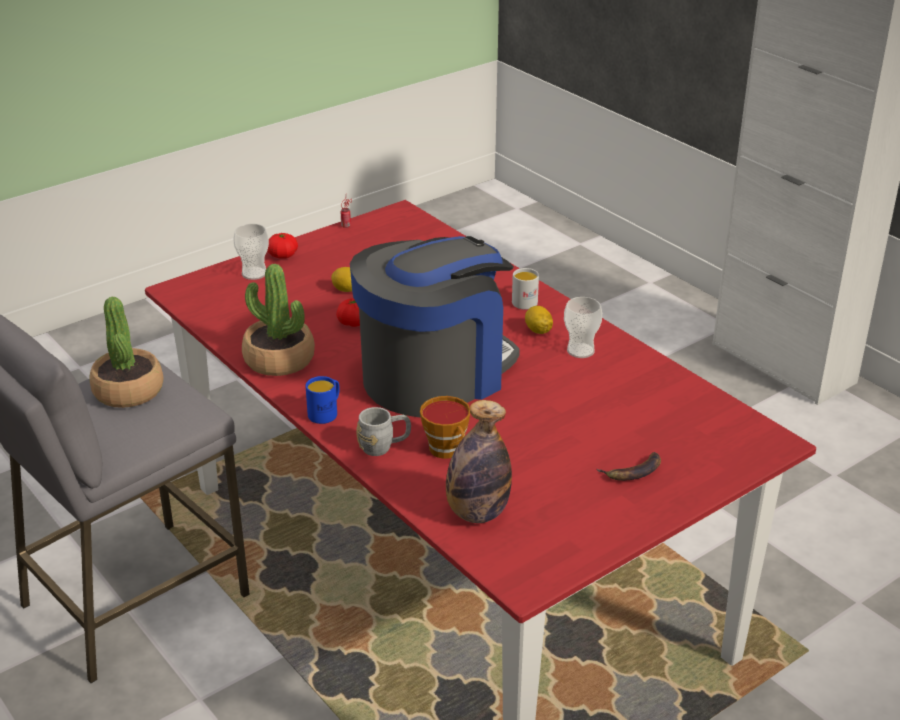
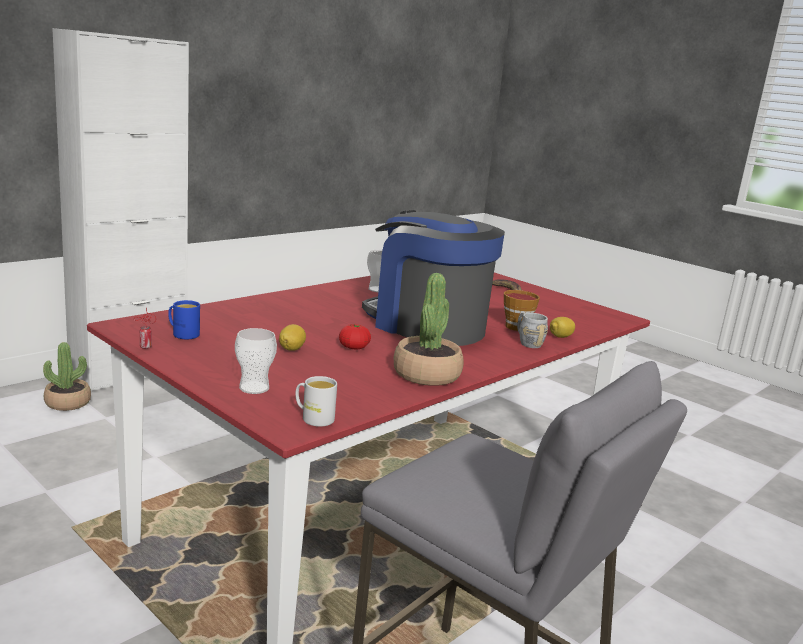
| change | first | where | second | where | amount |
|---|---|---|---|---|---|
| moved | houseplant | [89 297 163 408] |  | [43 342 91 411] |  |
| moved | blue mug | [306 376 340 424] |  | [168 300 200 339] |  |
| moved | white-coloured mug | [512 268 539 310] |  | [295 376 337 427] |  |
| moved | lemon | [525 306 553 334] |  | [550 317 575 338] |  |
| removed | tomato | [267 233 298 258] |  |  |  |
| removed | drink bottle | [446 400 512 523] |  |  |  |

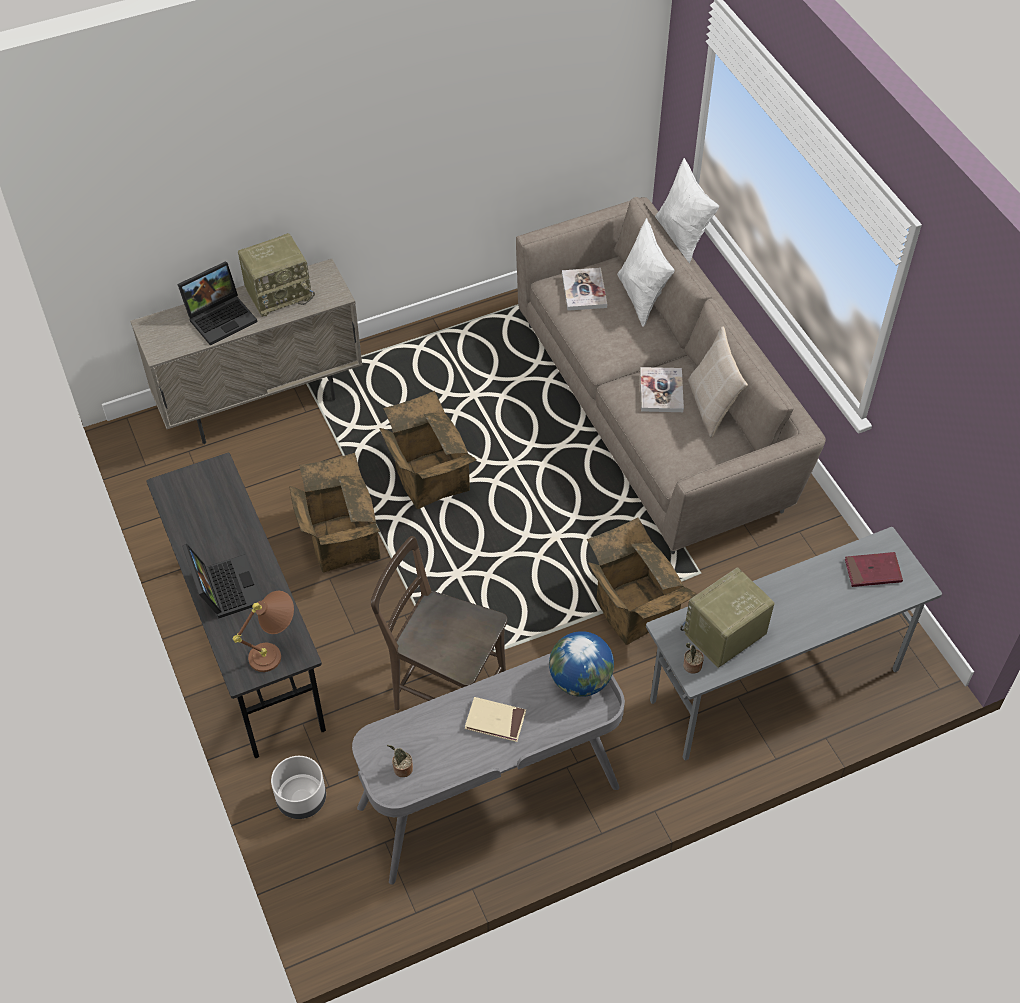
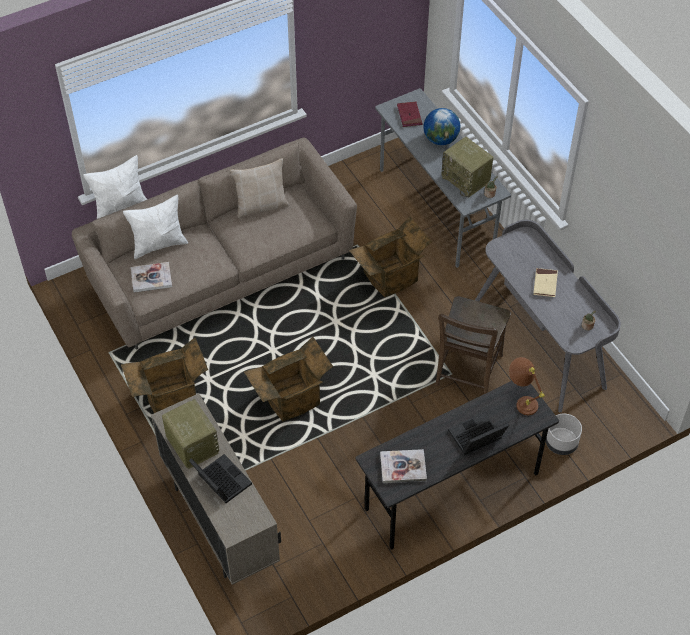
| change | first | where | second | where | amount |
|---|---|---|---|---|---|
| moved | packing box | [289 453 381 572] |  | [121 338 208 413] |  |
| moved | book | [640 367 684 412] |  | [380 449 427 483] |  |
| moved | world globe | [549 631 614 697] |  | [424 108 460 145] |  |

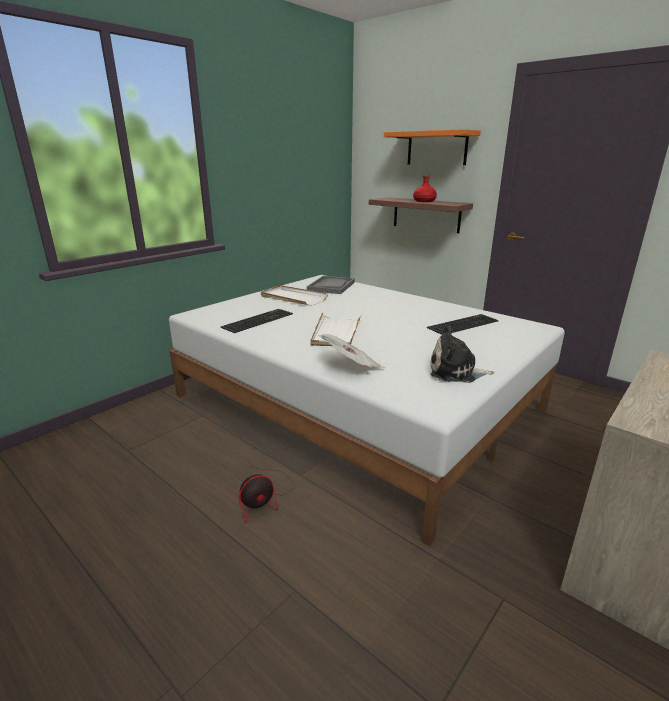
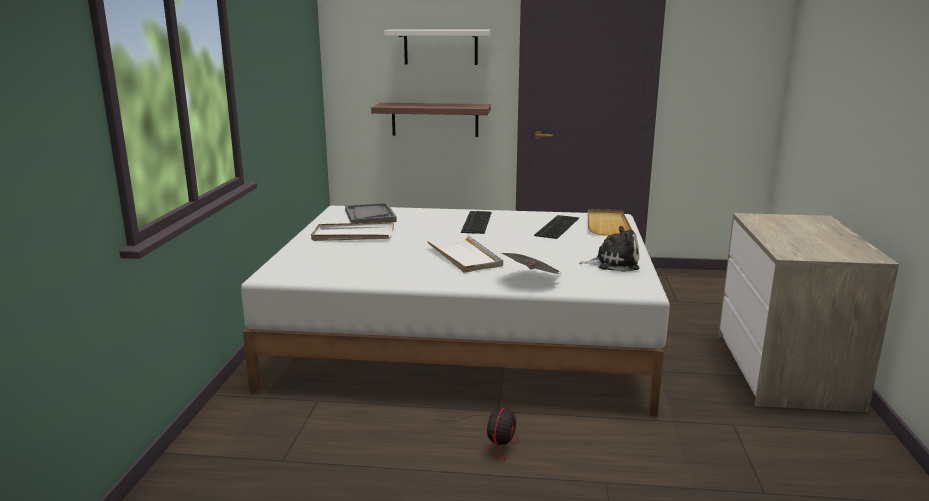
| change | first | where | second | where | amount |
|---|---|---|---|---|---|
| recoloured | orange-coloured wall shelf | [384 129 481 165] | white-coloured wall shelf | [384 29 491 65] |  |
| moved | keyboard | [220 309 293 333] |  | [461 211 492 234] |  |
| turned | plush toy | [431 326 495 383] |  | [579 226 639 272] | 150 degrees counterclockwise |
| added |  |  | beige-coloured tray | [588 209 632 236] |  |
| removed | red-coloured drink bottle | [413 175 437 202] |  |  |  |

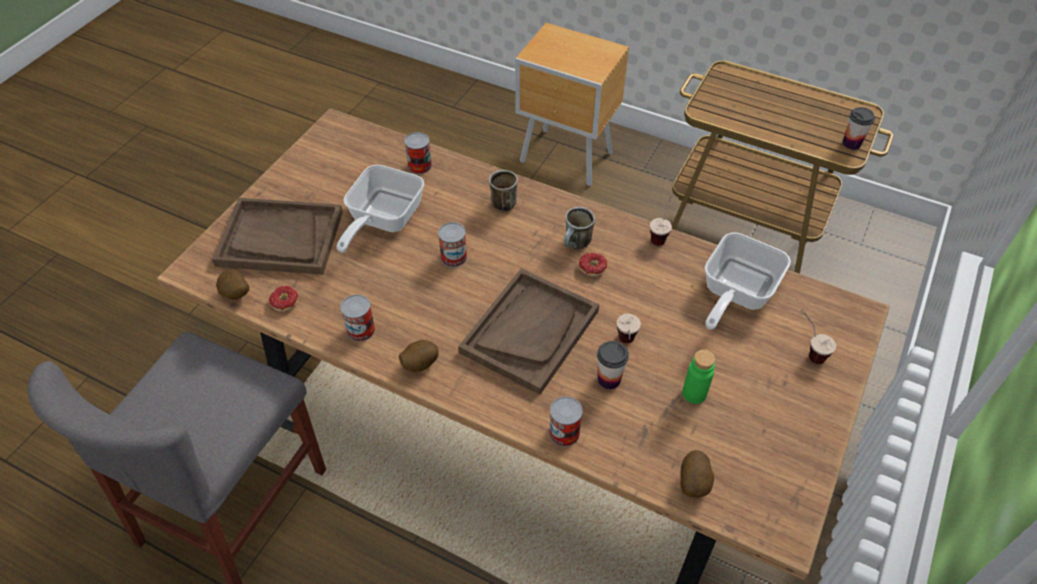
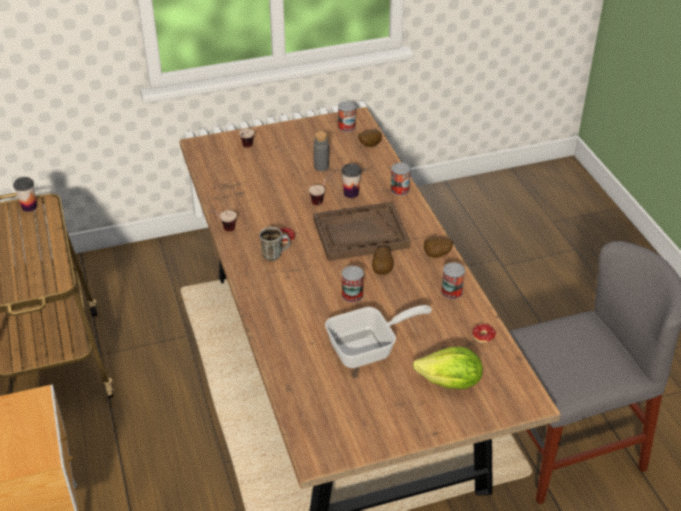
| change | first | where | second | where | amount |
|---|---|---|---|---|---|
| recoloured | green-coloured drink bottle | [682 349 715 404] | gray drink bottle | [314 131 329 171] |  |
| moved | sealed can | [404 132 432 174] |  | [338 101 356 132] |  |
| moved | potato | [216 269 249 300] |  | [372 247 394 275] |  |
| replaced | brownish tray | [212 198 343 275] | lettuce | [413 347 483 389] |  |
| removed | mug | [489 170 518 212] |  |  |  |
| removed | frying pan | [705 233 791 330] |  |  |  |

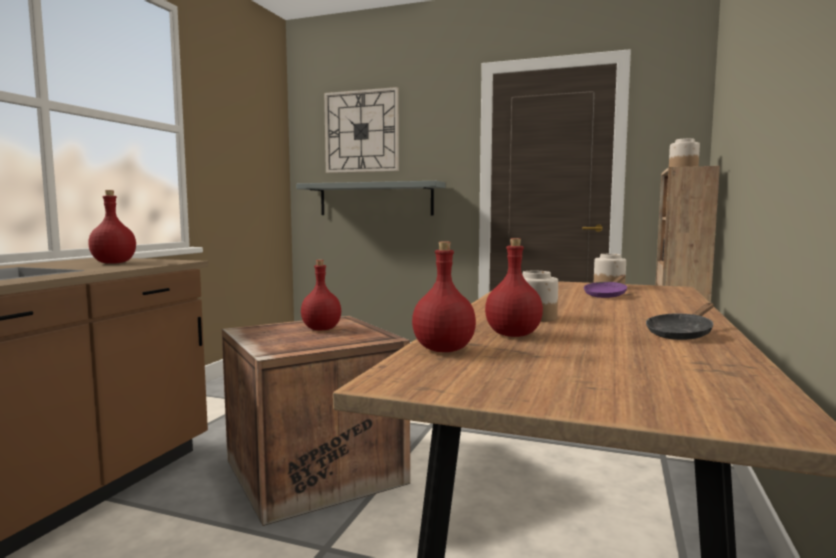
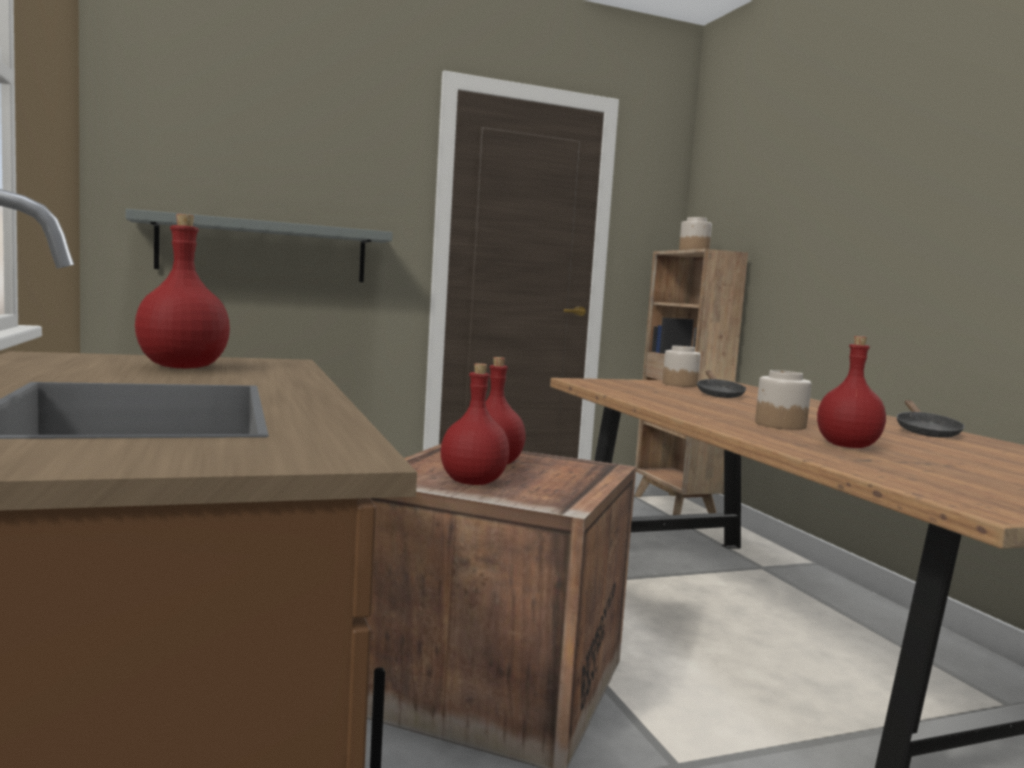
| change | first | where | second | where | amount |
|---|---|---|---|---|---|
| moved | red-coloured drink bottle | [412 241 476 352] |  | [441 363 509 485] |  |
| recoloured | purplish frying pan | [584 275 627 298] | black frying pan | [697 370 746 398] |  |
| removed | clock on the wall | [324 87 399 173] |  |  |  |

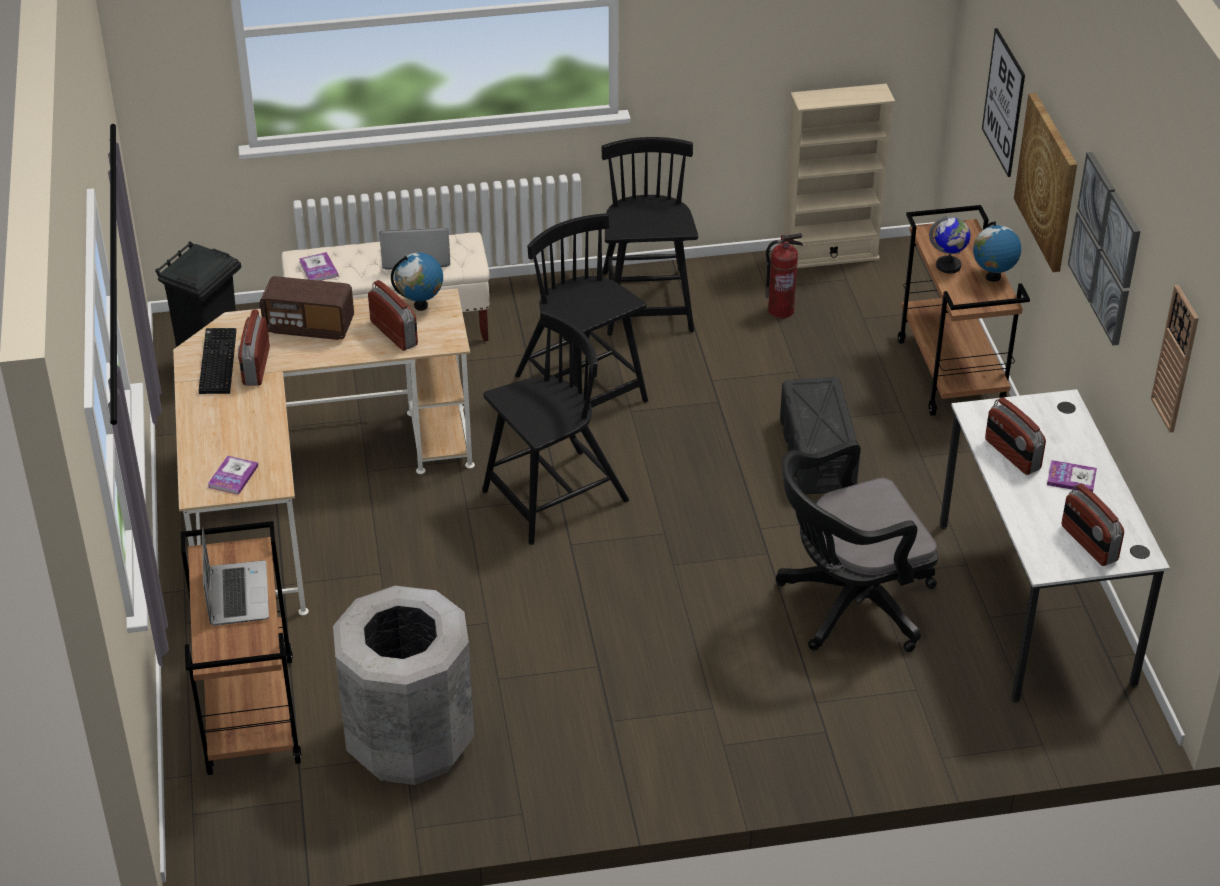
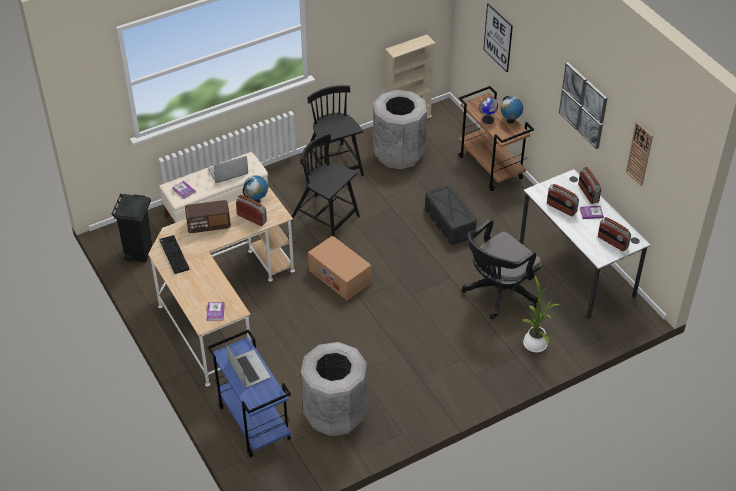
| change | first | where | second | where | amount |
|---|---|---|---|---|---|
| recoloured | brownish trolley | [181 521 301 775] | blue trolley | [207 329 291 458] |  |
| replaced | black upright chair | [482 310 629 545] | packing box | [308 236 372 301] |  |
| replaced | extinguisher | [765 233 803 319] | gray trash can | [373 90 427 169] |  |
| added |  |  | houseplant | [522 275 560 352] |  |
| moved | radio | [238 310 270 386] |  | [578 167 601 204] |  |
| removed | picture | [1014 93 1077 272] |  |  |  |

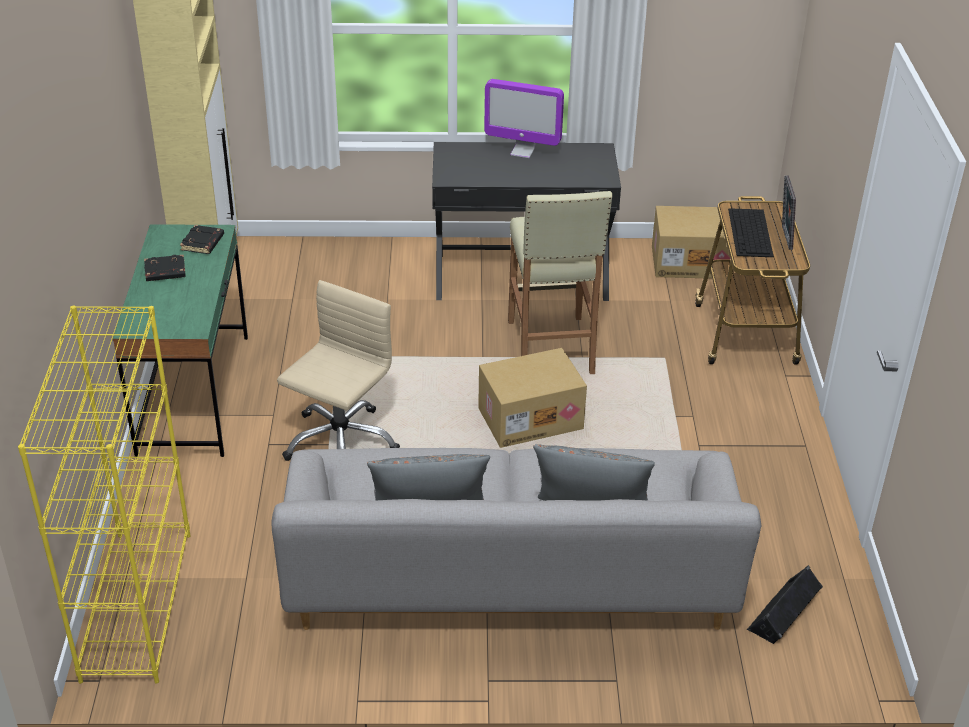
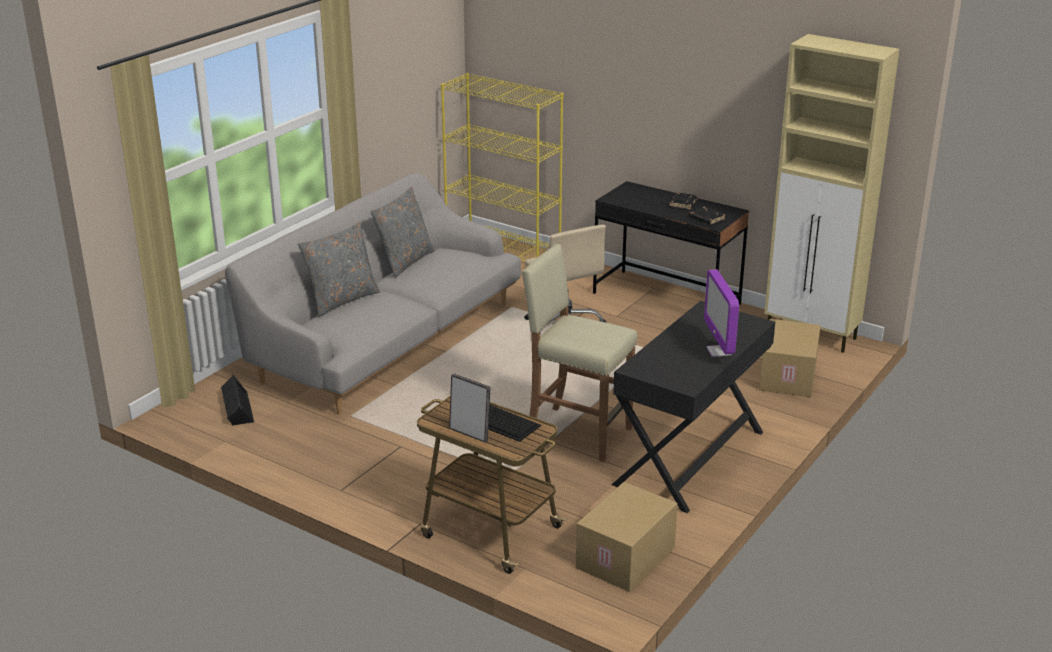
| change | first | where | second | where | amount |
|---|---|---|---|---|---|
| recoloured | green-coloured desk table | [113 224 248 457] | black desk table | [593 181 749 305] |  |
| turned | monitor | [484 79 564 158] |  | [704 269 739 357] | 60 degrees counterclockwise |
| moved | packing box | [478 348 587 448] |  | [759 319 821 397] |  |

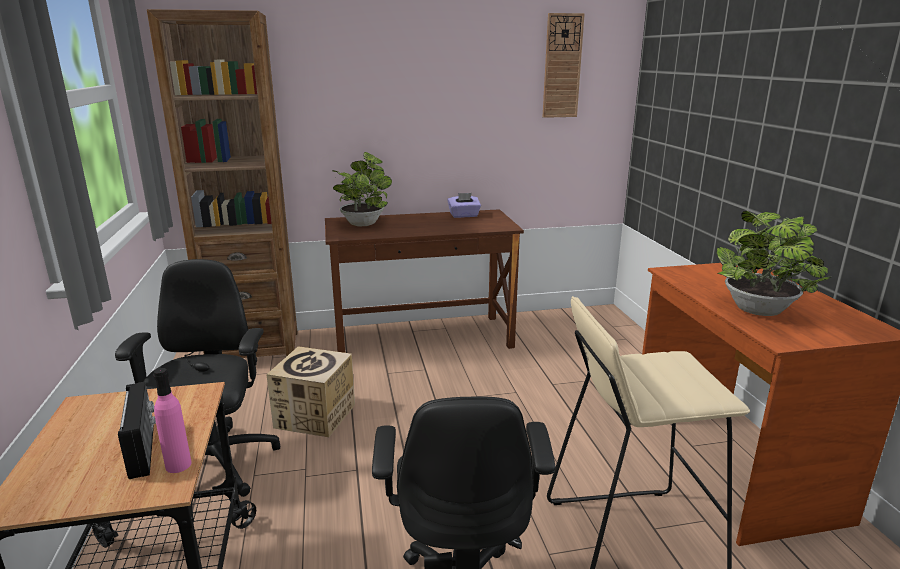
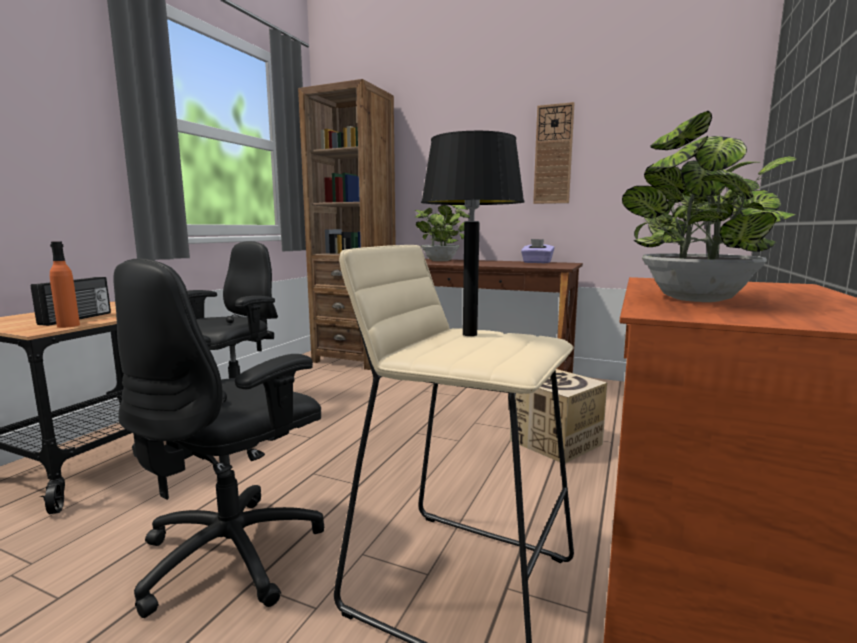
| change | first | where | second | where | amount |
|---|---|---|---|---|---|
| recoloured | pink-coloured drink bottle | [153 368 192 473] | orange-coloured drink bottle | [50 241 80 328] |  |
| added |  |  | black tabletop lamp | [421 131 524 336] |  |
| moved | packing box | [266 346 355 437] |  | [510 369 607 463] |  |
| moved | clock on the wall | [543 13 585 118] |  | [533 102 575 204] |  |

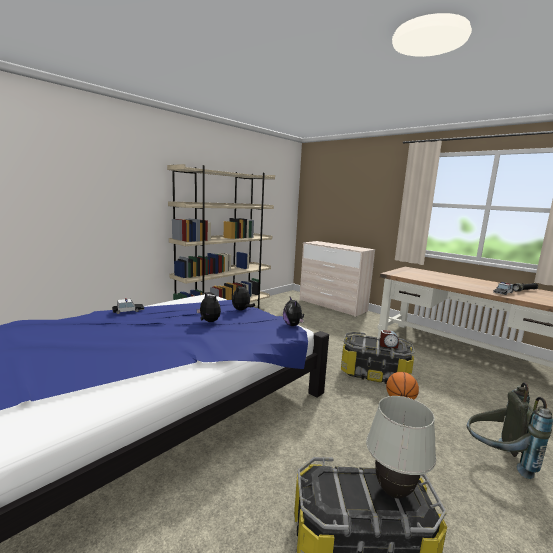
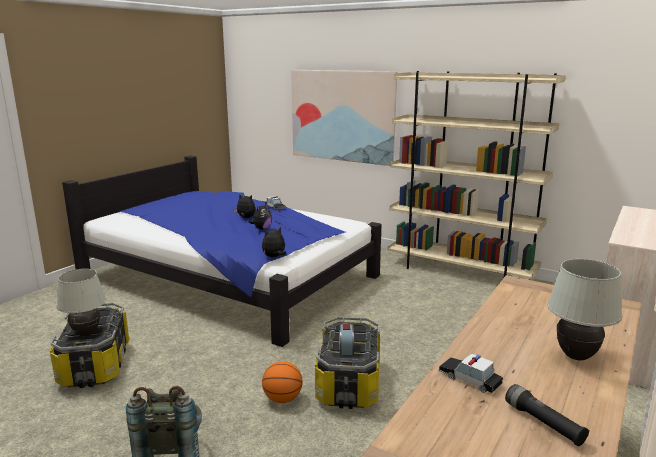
| change | first | where | second | where | amount |
|---|---|---|---|---|---|
| moved | plush toy | [232 284 255 310] |  | [234 193 255 218] |  |
| added |  |  | picture | [291 70 397 166] |  |
| added |  |  | white-coloured tabletop lamp | [547 259 622 360] |  |

